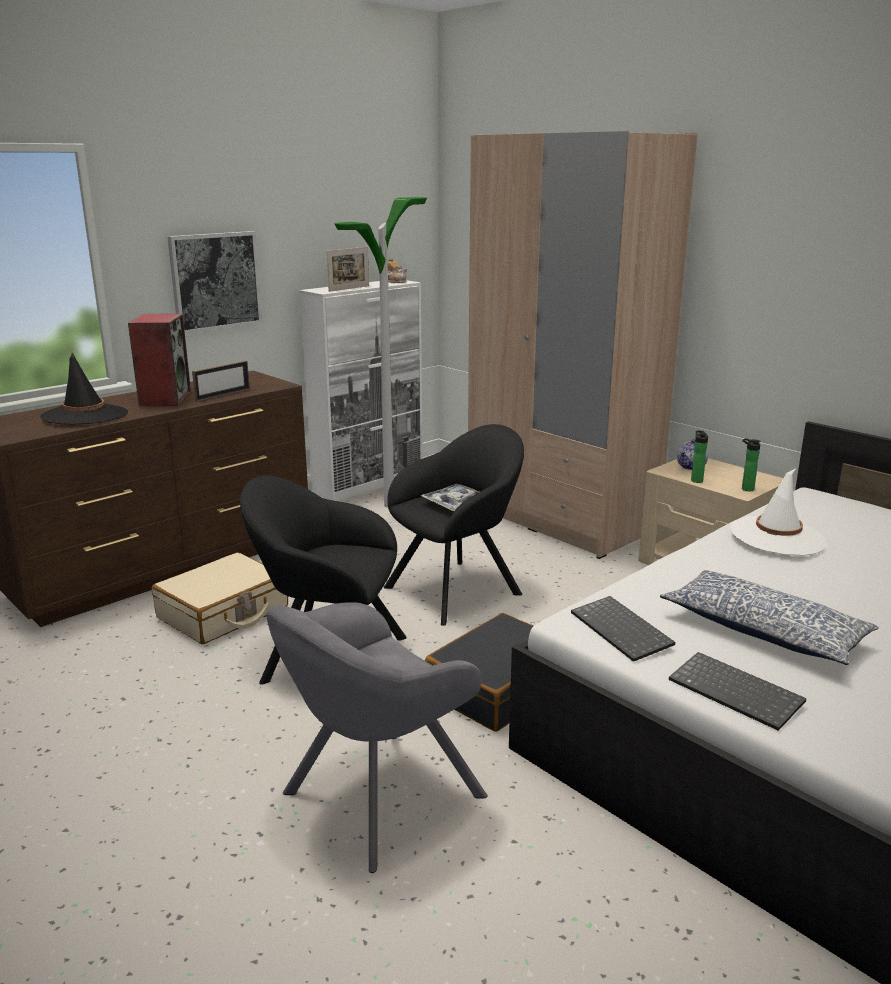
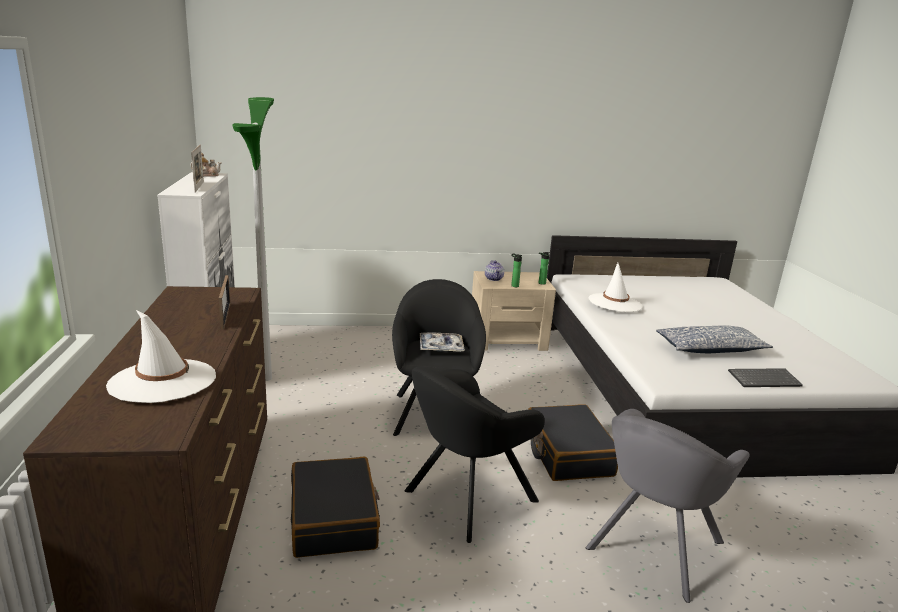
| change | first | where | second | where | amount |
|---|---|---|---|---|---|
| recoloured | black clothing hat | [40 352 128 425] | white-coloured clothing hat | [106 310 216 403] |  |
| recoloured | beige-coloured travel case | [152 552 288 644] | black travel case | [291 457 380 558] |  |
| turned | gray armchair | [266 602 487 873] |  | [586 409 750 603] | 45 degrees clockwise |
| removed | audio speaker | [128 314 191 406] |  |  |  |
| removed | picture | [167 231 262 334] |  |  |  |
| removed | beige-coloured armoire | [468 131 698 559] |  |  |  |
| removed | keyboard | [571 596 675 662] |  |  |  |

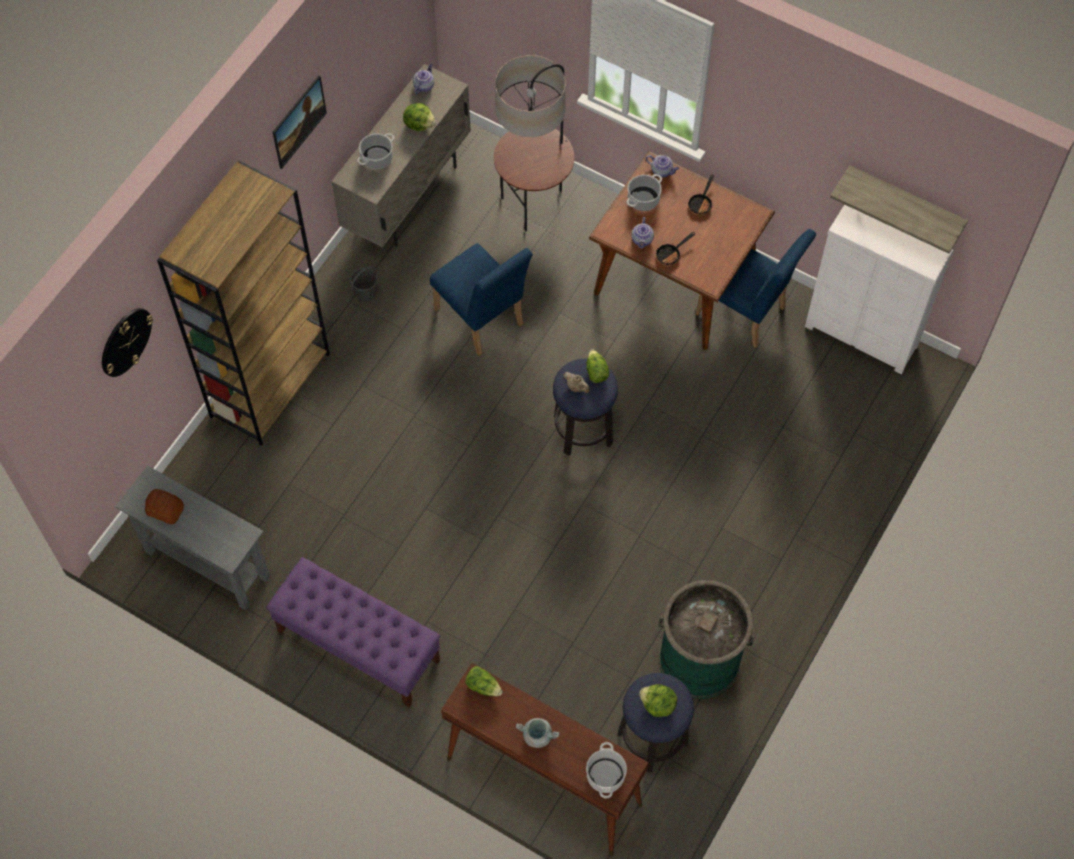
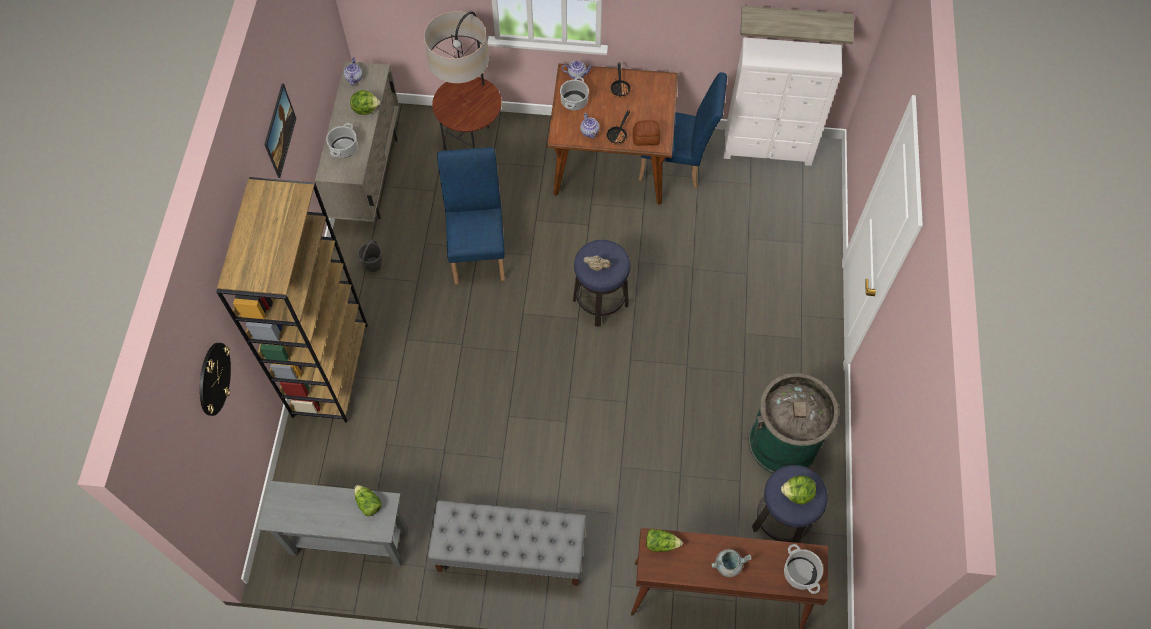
| change | first | where | second | where | amount |
|---|---|---|---|---|---|
| moved | lettuce | [587 350 609 383] |  | [354 485 381 517] |  |
| recoloured | purplish bench | [266 557 441 708] | gray bench | [428 500 586 586] |  |
| turned | blue upright chair | [430 243 532 356] |  | [437 147 505 285] | 120 degrees counterclockwise |
| moved | bakery bread | [145 489 184 524] |  | [633 120 660 146] |  |

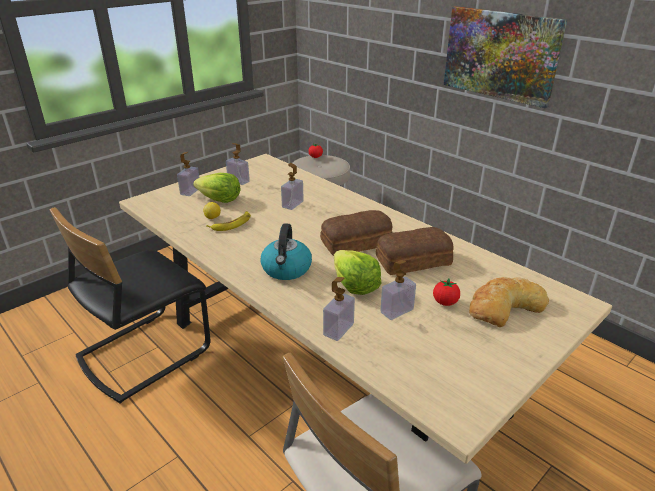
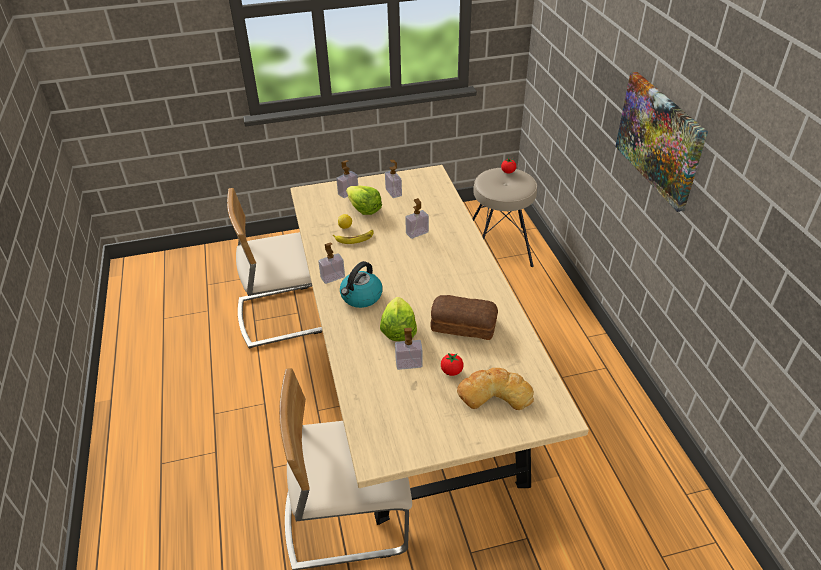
| change | first | where | second | where | amount |
|---|---|---|---|---|---|
| recoloured | black upright chair | [49 207 211 404] | beige-coloured upright chair | [227 188 322 349] |  |
| moved | soap dispenser | [323 277 355 341] |  | [318 242 345 284] |  |
| removed | bakery bread | [320 210 393 256] |  |  |  |

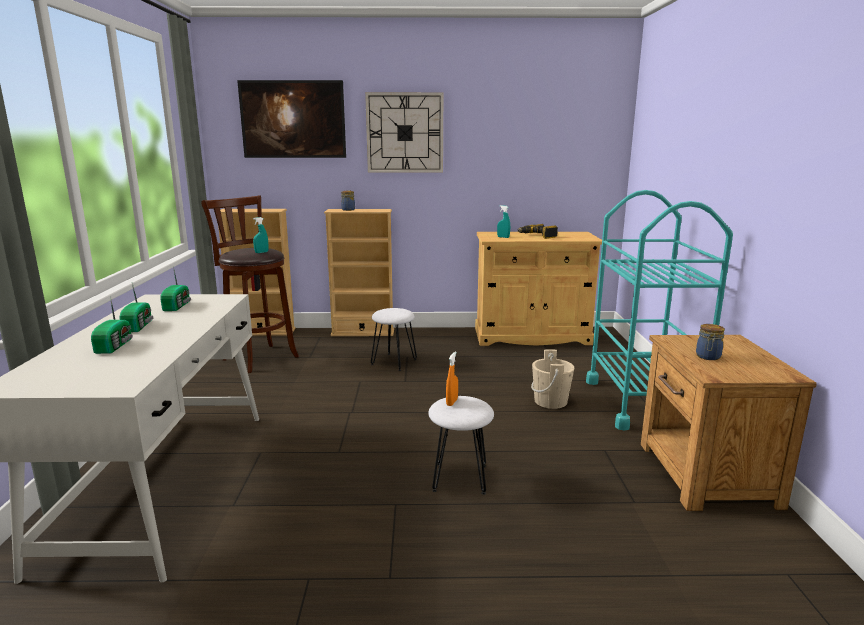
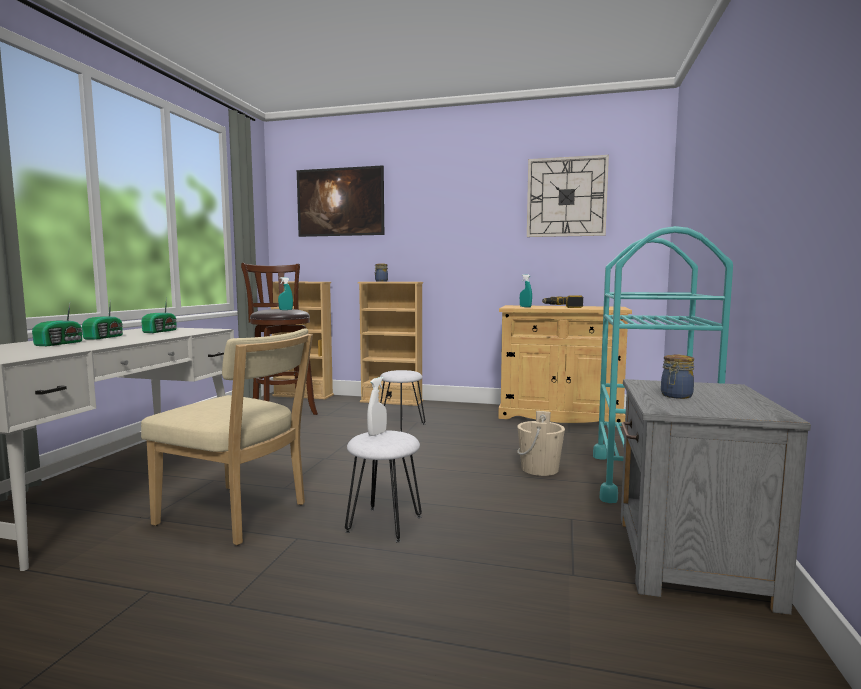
| change | first | where | second | where | amount |
|---|---|---|---|---|---|
| added |  |  | beige-coloured upright chair | [141 328 313 545] |  |
| recoloured | orange-coloured spray bottle | [446 352 458 406] | white-coloured spray bottle | [367 377 387 436] |  |
| moved | clock on the wall | [365 92 443 173] |  | [527 155 609 237] |  |
| recoloured | brownish nightstand | [641 335 817 511] | gray nightstand | [621 379 811 615] |  |

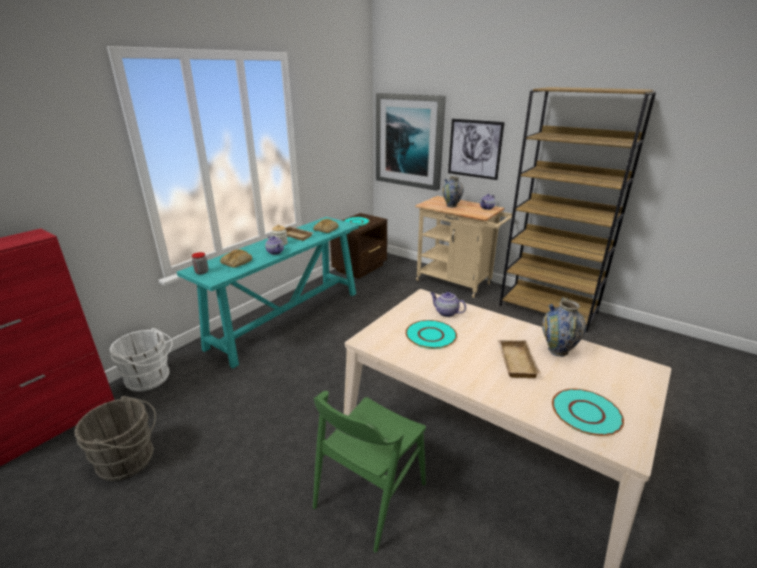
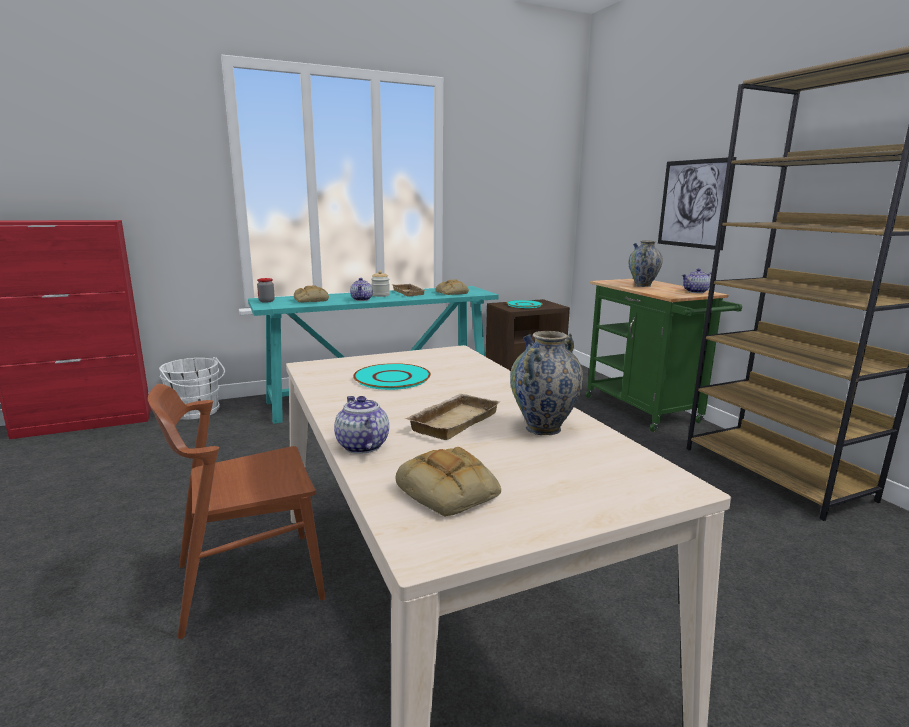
| change | first | where | second | where | amount |
|---|---|---|---|---|---|
| recoloured | green-coloured upright chair | [313 391 426 553] | brownish upright chair | [148 384 325 639] |  |
| moved | pot for tea | [430 292 466 317] |  | [334 396 389 454] |  |
| replaced | turquoise-coloured plate | [552 389 624 436] | bakery bread | [395 447 501 517] |  |
| recoloured | beige-coloured trolley | [415 196 512 298] | green-coloured trolley | [585 279 742 432] |  |
| removed | gray pail | [74 396 156 481] |  |  |  |
| removed | picture | [376 93 446 191] |  |  |  |

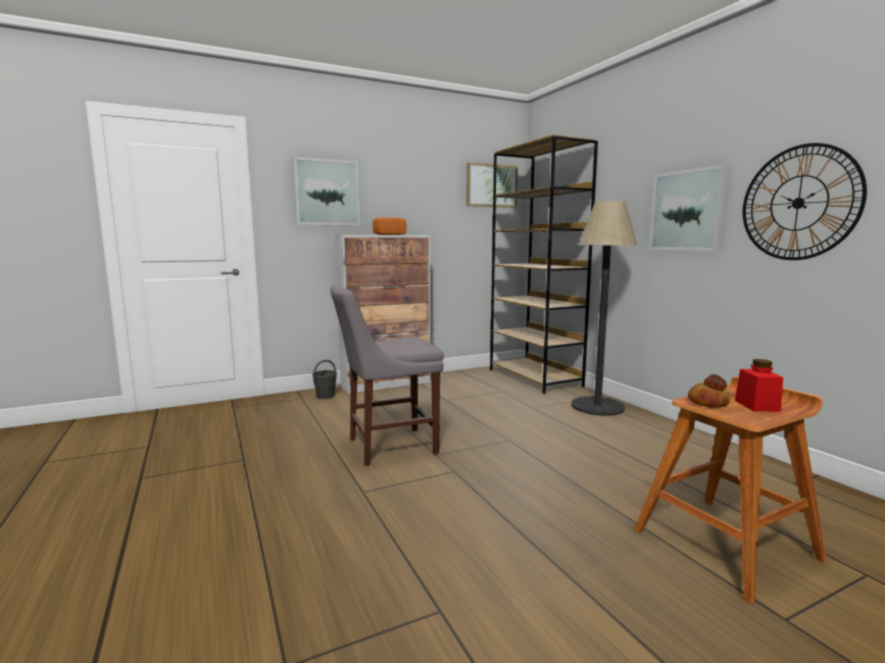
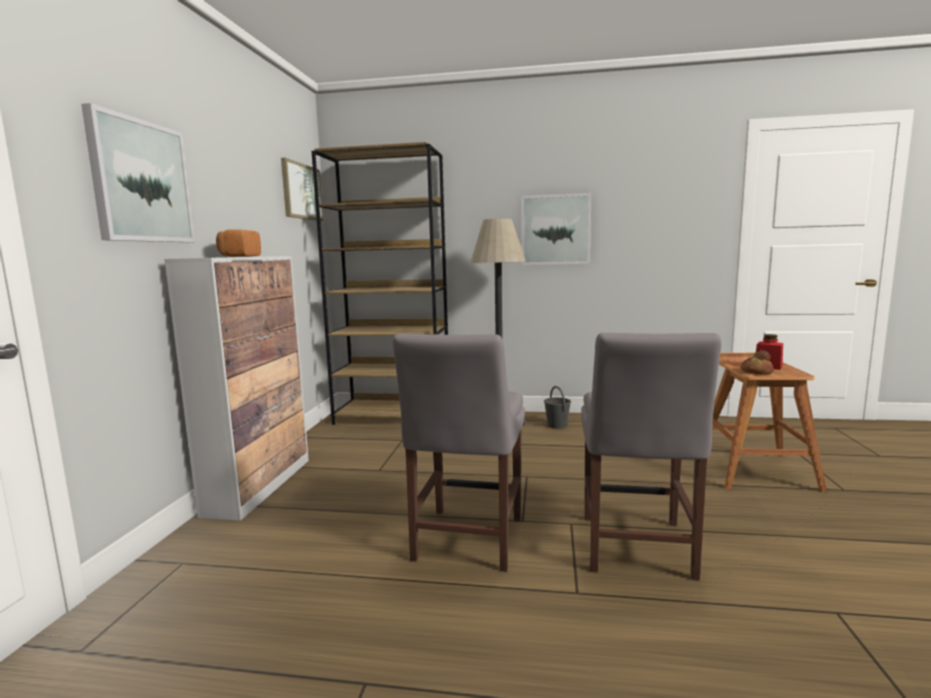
| change | first | where | second | where | amount |
|---|---|---|---|---|---|
| moved | gray pail | [312 360 337 399] |  | [544 386 571 429] |  |
| added |  |  | gray upright chair | [581 333 721 581] |  |
| removed | clock on the wall | [743 143 867 260] |  |  |  |

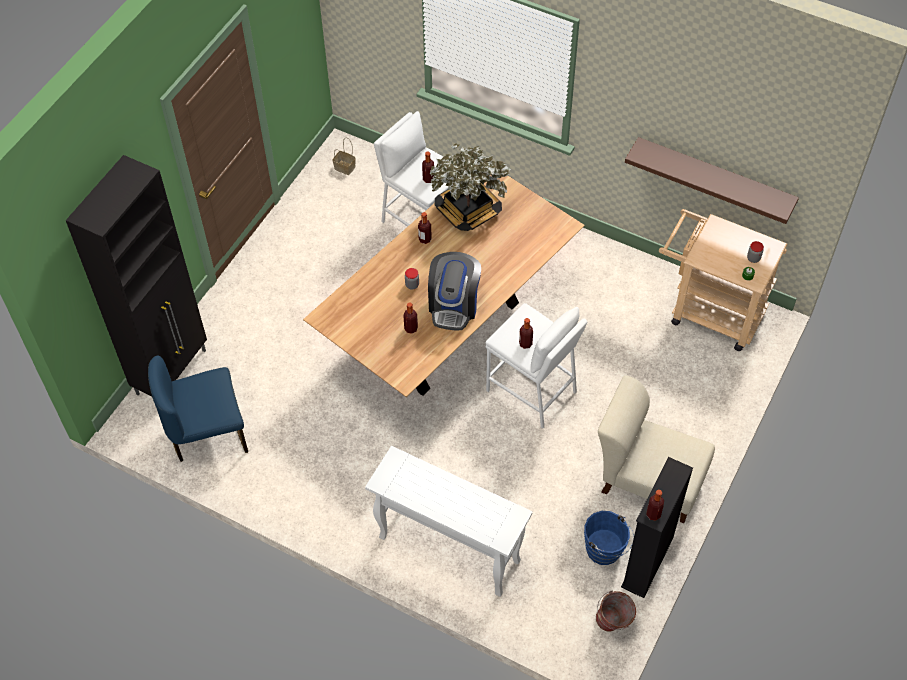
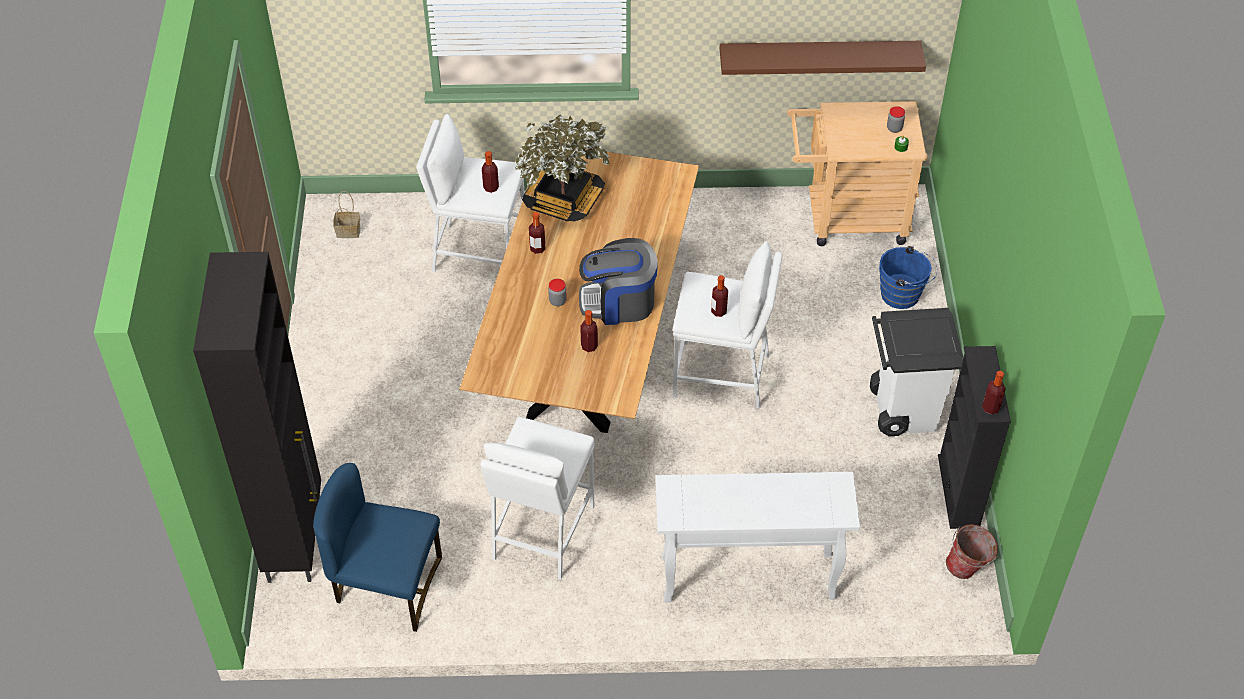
| change | first | where | second | where | amount |
|---|---|---|---|---|---|
| turned | blue upright chair | [148 355 248 462] |  | [313 463 442 632] | 60 degrees clockwise |
| added |  |  | white-coloured stool | [481 417 595 580] |  |
| turned | coffee brewer | [428 252 481 331] |  | [579 238 658 325] | 105 degrees clockwise |
| replaced | beige-coloured upright chair | [598 376 715 523] | white-coloured trash can | [870 308 963 436] |  |
| moved | blue pail | [584 511 634 565] |  | [879 246 937 309] |  |

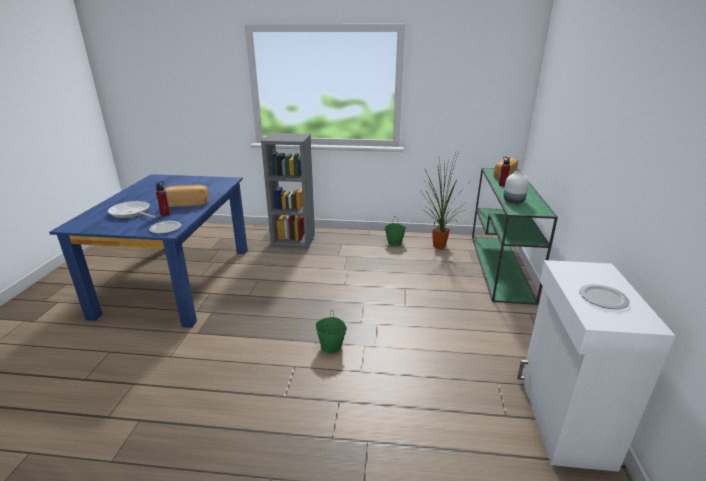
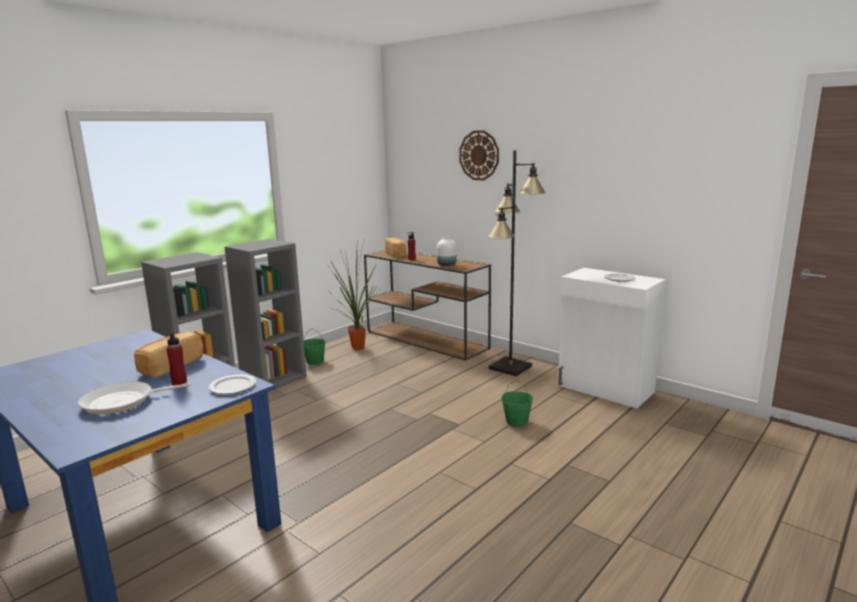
| change | first | where | second | where | amount |
|---|---|---|---|---|---|
| added |  |  | gray bookcase | [224 239 307 392] |  |
| recoloured | green-coloured console table | [472 168 558 305] | brownish console table | [364 250 491 361] |  |
| added |  |  | clock on the wall | [459 130 499 180] |  |
| added |  |  | black standing lamp | [488 150 546 376] |  |
| moved | green-coloured pail | [315 310 347 353] |  | [501 380 533 427] |  |

